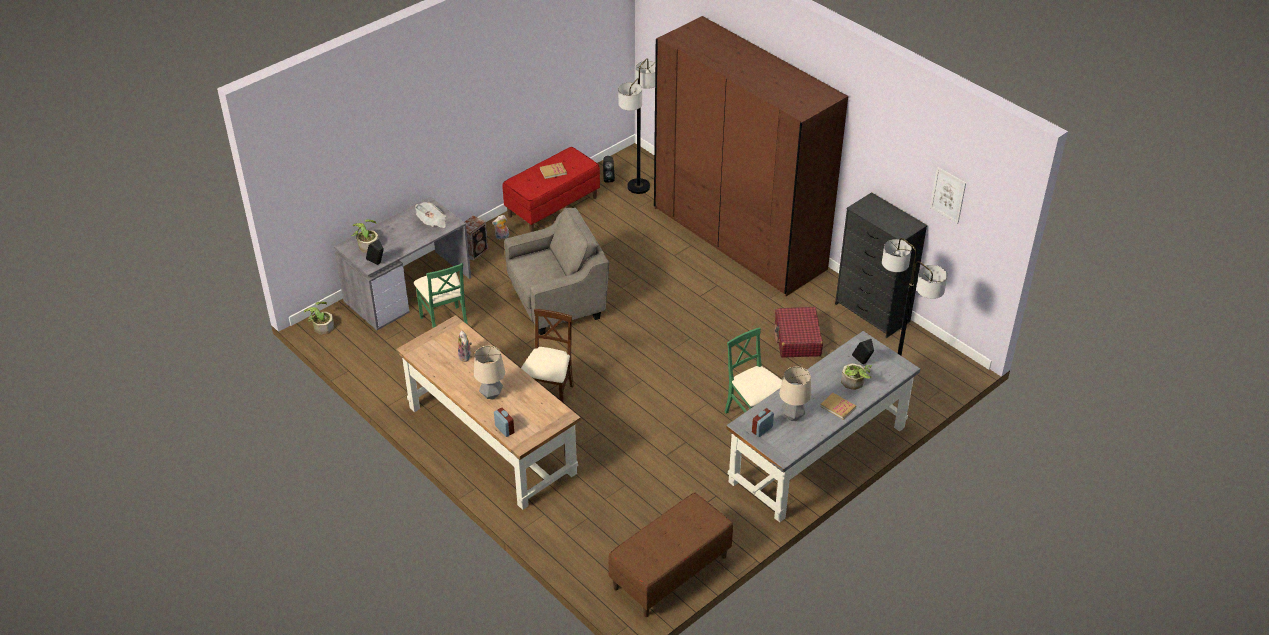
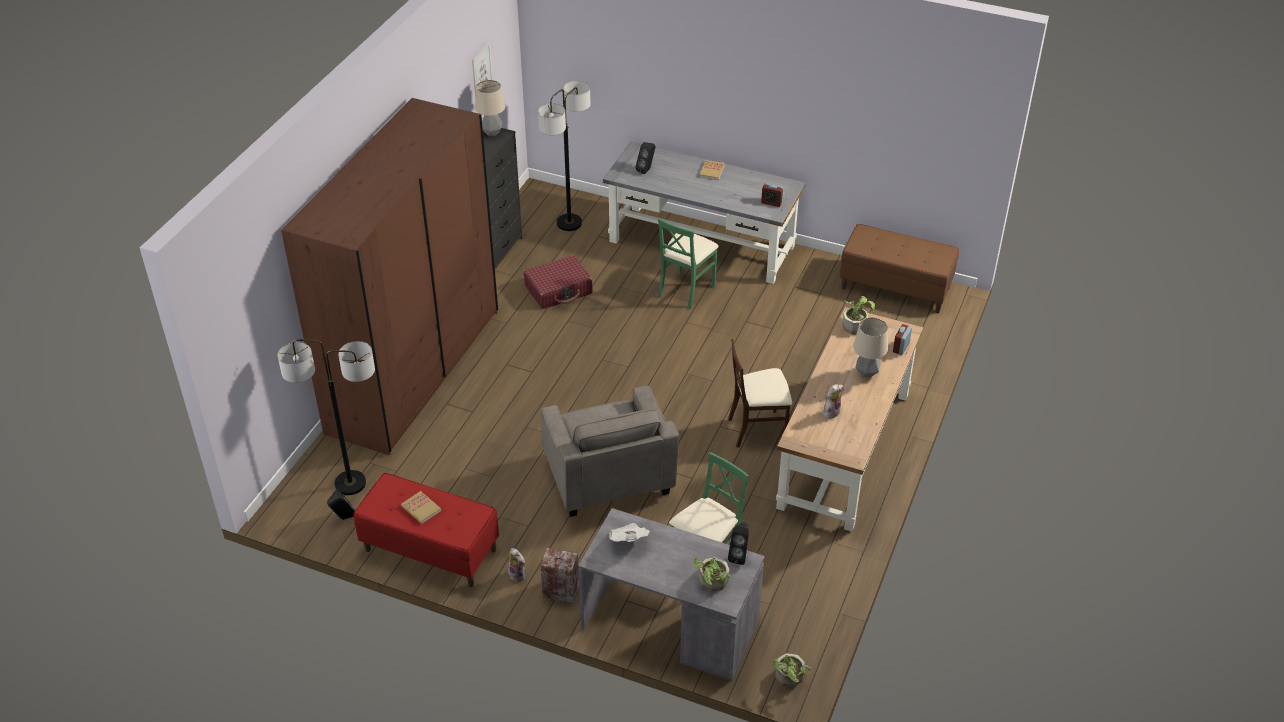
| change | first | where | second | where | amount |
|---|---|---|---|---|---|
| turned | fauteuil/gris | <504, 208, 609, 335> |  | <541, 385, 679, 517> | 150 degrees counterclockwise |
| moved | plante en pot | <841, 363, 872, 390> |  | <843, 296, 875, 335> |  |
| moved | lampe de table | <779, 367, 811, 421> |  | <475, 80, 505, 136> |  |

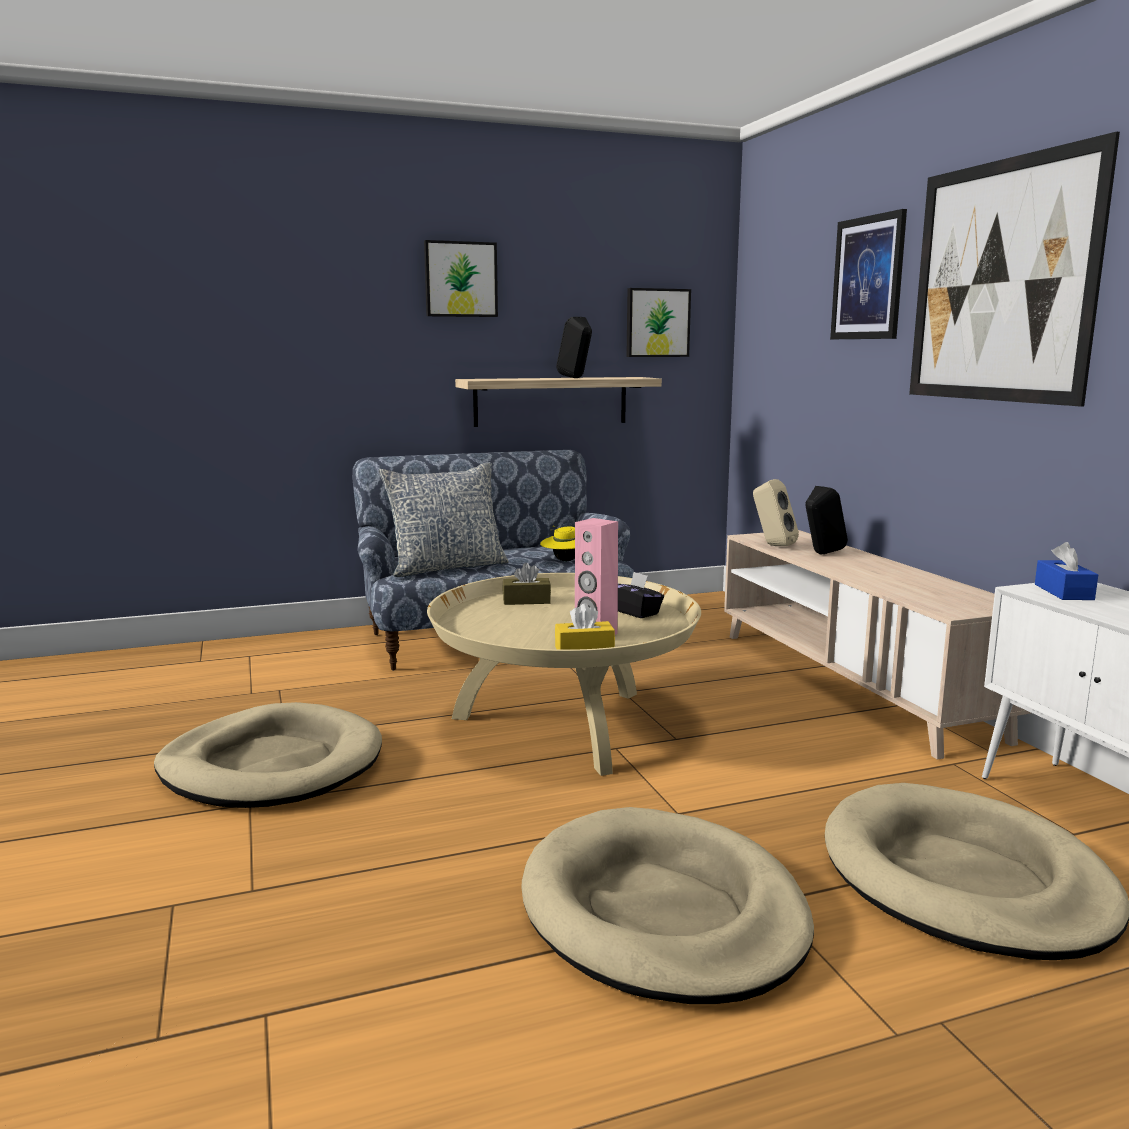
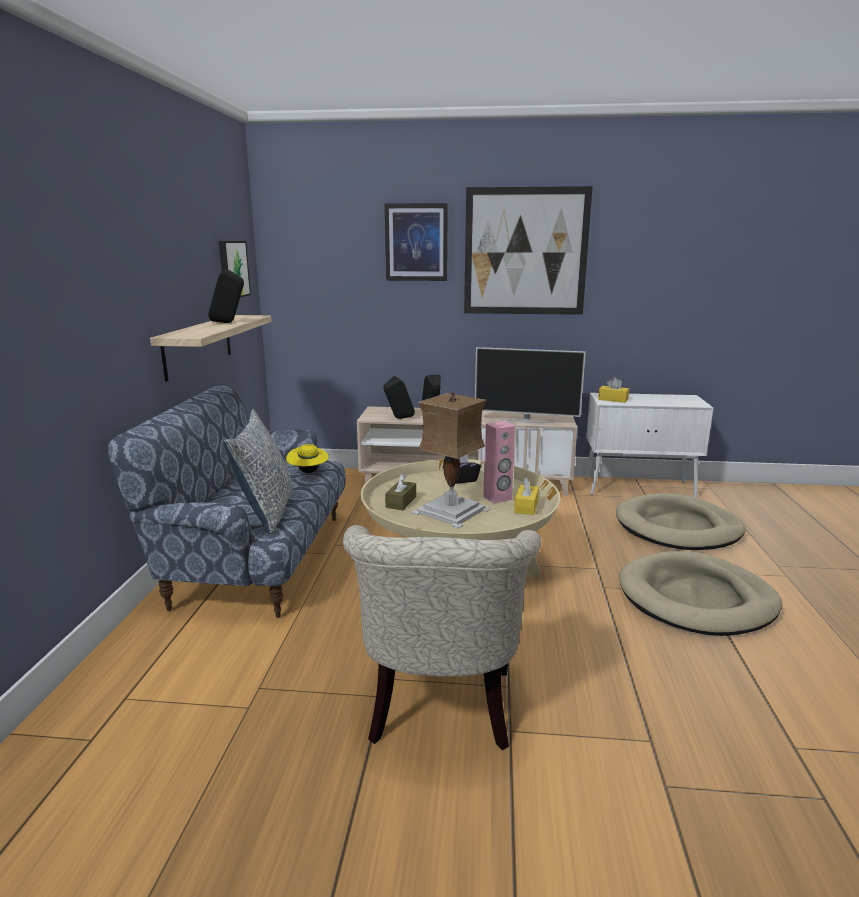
| change | first | where | second | where | amount |
|---|---|---|---|---|---|
| removed | tableau | <424, 240, 498, 317> |  |  |  |
| recoloured | enceinte/beige | <753, 479, 799, 546> | enceinte/noir | <384, 376, 415, 419> |  |
| recoloured | boîte à mouchoirs/bleu | <1035, 542, 1098, 600> | boîte à mouchoirs/jaune | <598, 377, 629, 403> |  |
| replaced | panier pour chien/beige | <154, 702, 382, 808> | fauteuil/beige | <343, 525, 541, 750> |  |
| added |  |  | téléviseur | <475, 347, 586, 423> |  |
| added |  |  | lampe de table | <411, 393, 491, 529> |  |

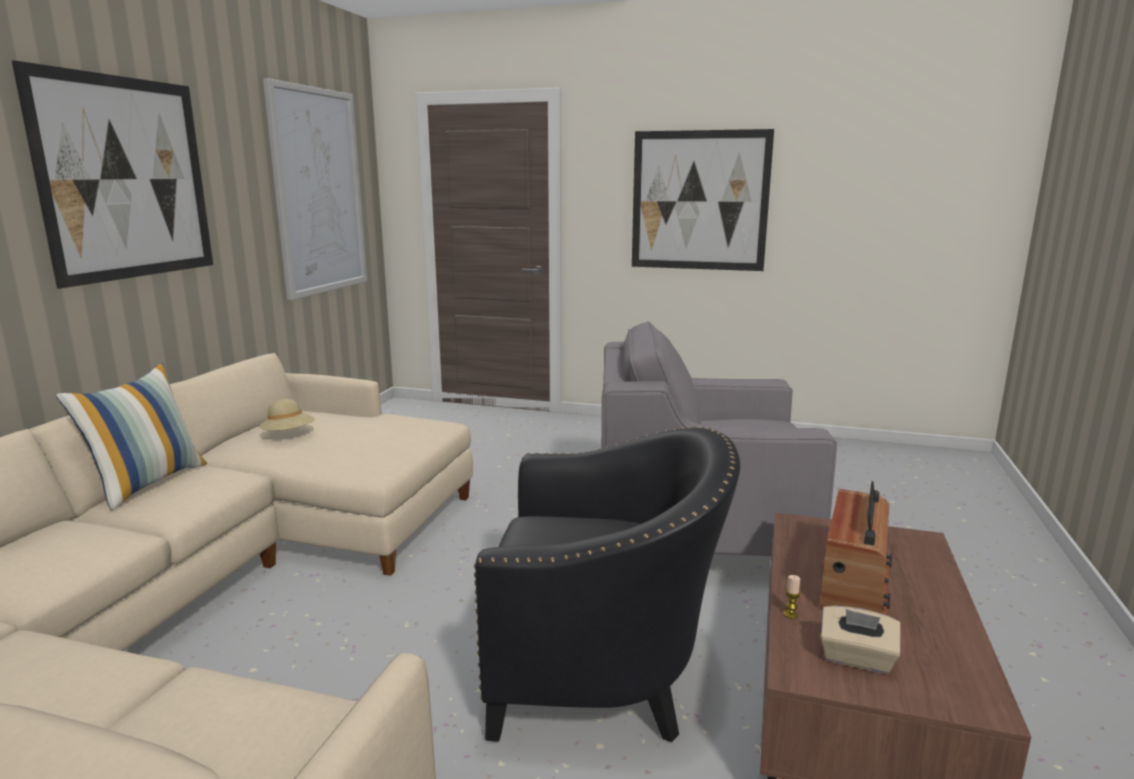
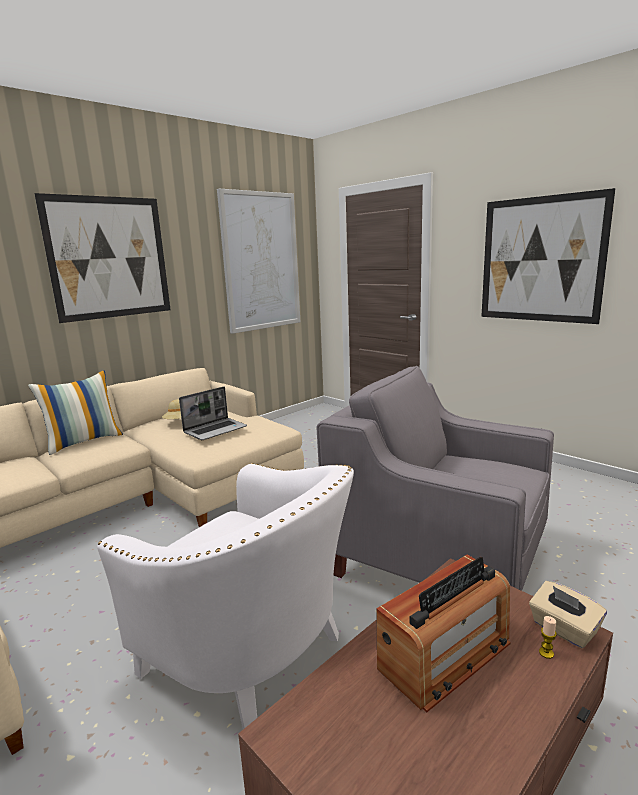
| change | first | where | second | where | amount |
|---|---|---|---|---|---|
| recoloured | fauteuil/noir | <474, 426, 740, 742> | fauteuil/blanc | <97, 463, 354, 729> |  |
| moved | bougie | <783, 575, 801, 619> |  | <539, 616, 557, 659> |  |
| moved | boîte à mouchoirs/beige | <821, 606, 900, 674> |  | <529, 581, 607, 649> |  |
| added |  |  | ordinateur portable | <179, 387, 247, 440> |  |

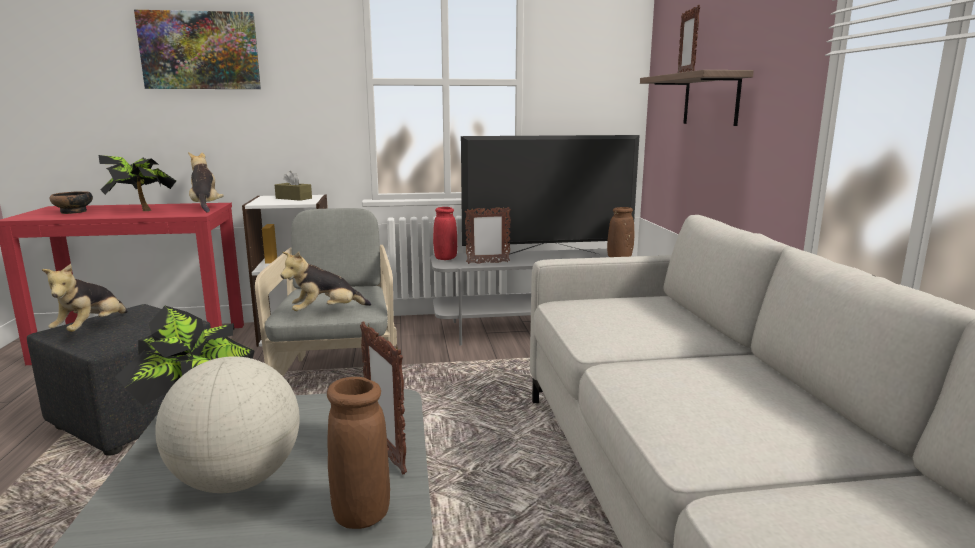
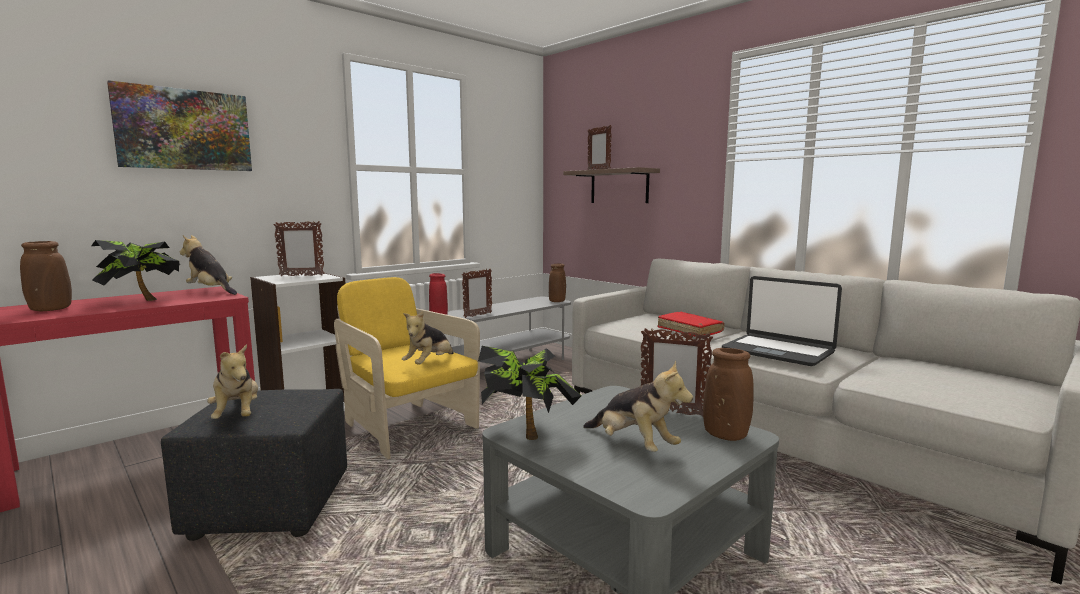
| change | first | where | second | where | amount |
|---|---|---|---|---|---|
| removed | téléviseur | <461, 135, 640, 255> |  |  |  |
| replaced | boîte à mouchoirs/marron | <275, 171, 312, 201> | cadre photo | <274, 221, 324, 276> |  |
| replaced | bol | <50, 191, 93, 214> | vase/marron | <20, 241, 72, 311> |  |
| recoloured | fauteuil/gris | <255, 208, 397, 377> | fauteuil/jaune | <334, 277, 480, 459> |  |
| replaced | globe | <155, 356, 300, 493> | peluche | <583, 360, 693, 452> |  |
| added |  |  | ordinateur portable | <722, 276, 842, 366> |  |
| added |  |  | livre/rouge | <657, 312, 725, 337> |  |

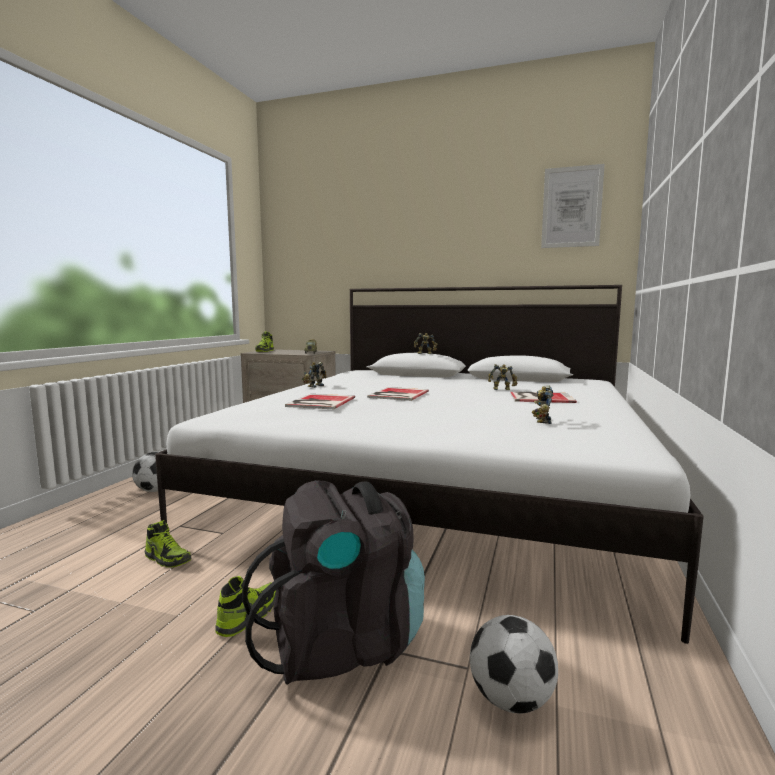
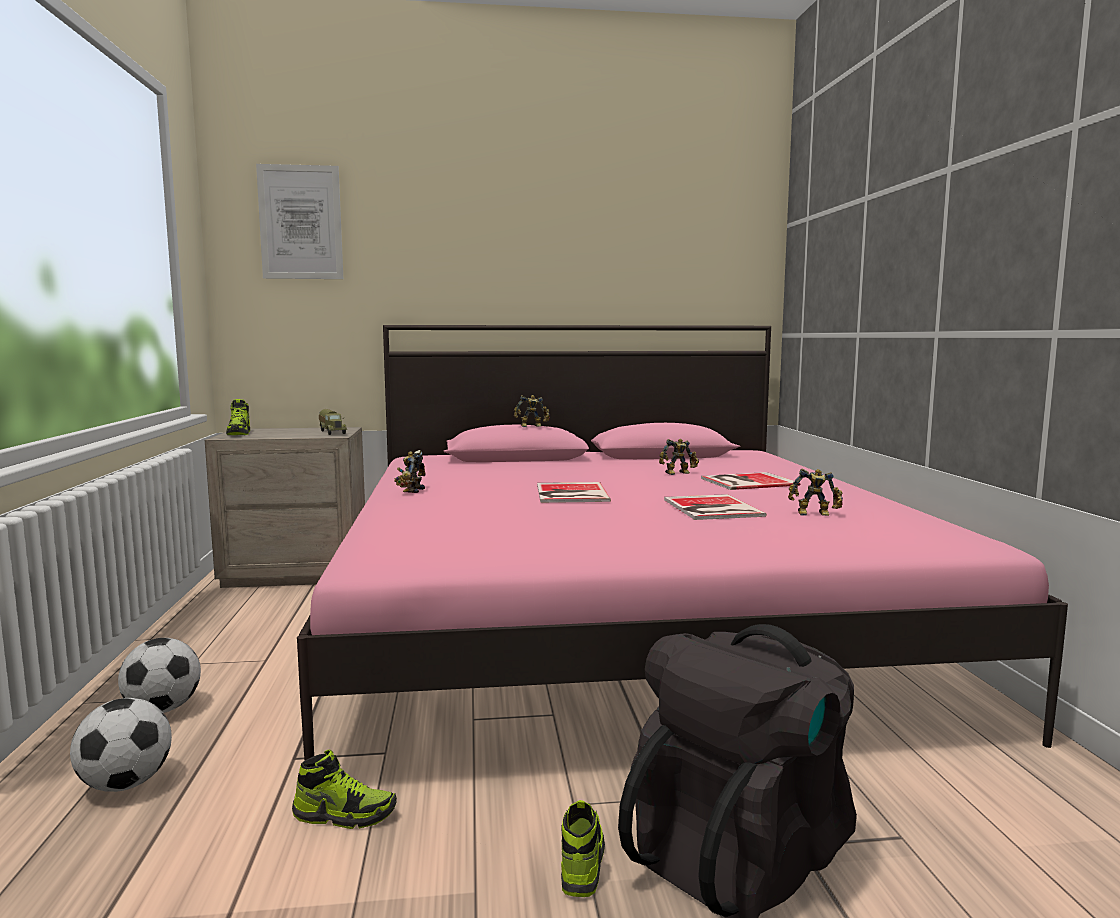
| change | first | where | second | where | amount |
|---|---|---|---|---|---|
| moved | tableau | <541, 164, 605, 248> |  | <256, 164, 343, 279> |  |
| recoloured | lit/blanc | <155, 285, 704, 644> | lit/rose | <297, 325, 1068, 761> |  |
| turned | robot jouet | <532, 385, 554, 424> |  | <788, 468, 843, 516> | 75 degrees counterclockwise |
| moved | livre | <285, 394, 355, 409> |  | <664, 494, 767, 520> |  |
| moved | ballon de foot | <470, 615, 558, 714> |  | <70, 698, 172, 792> |  |

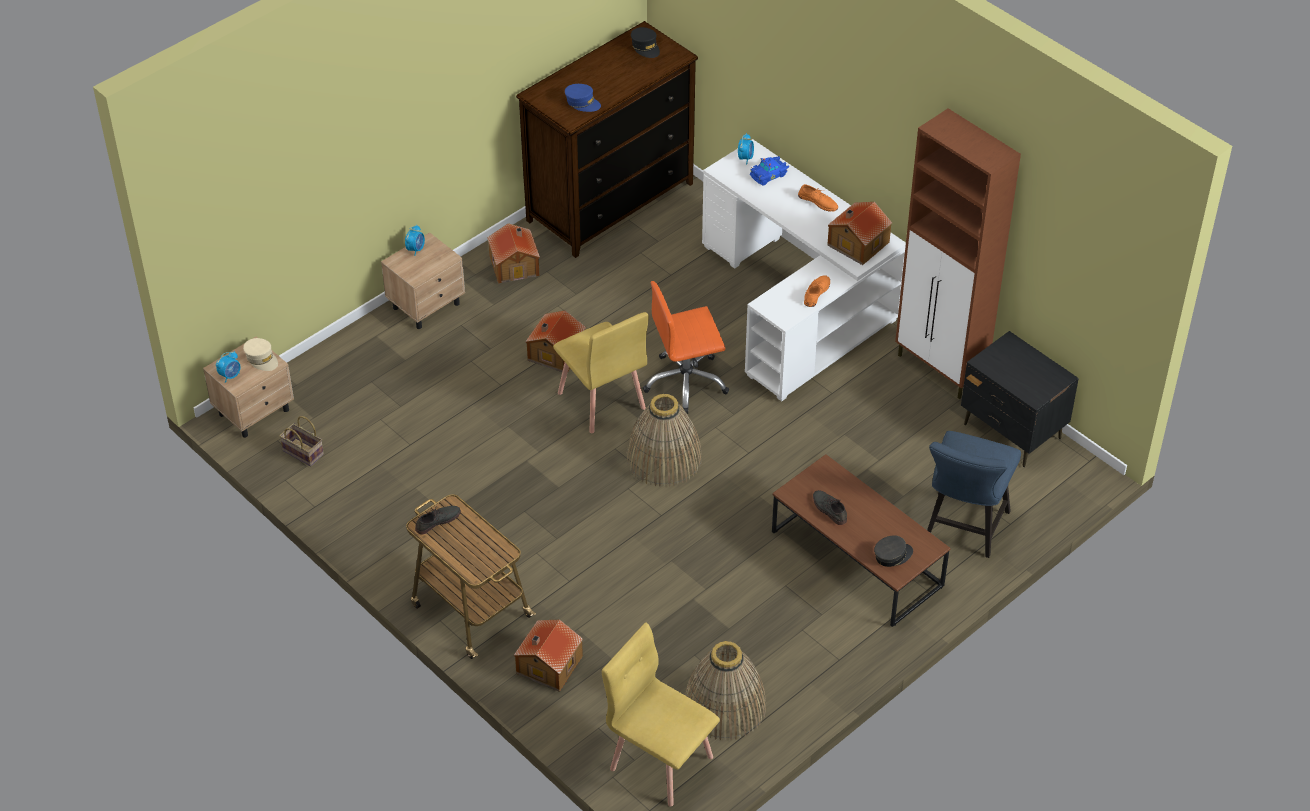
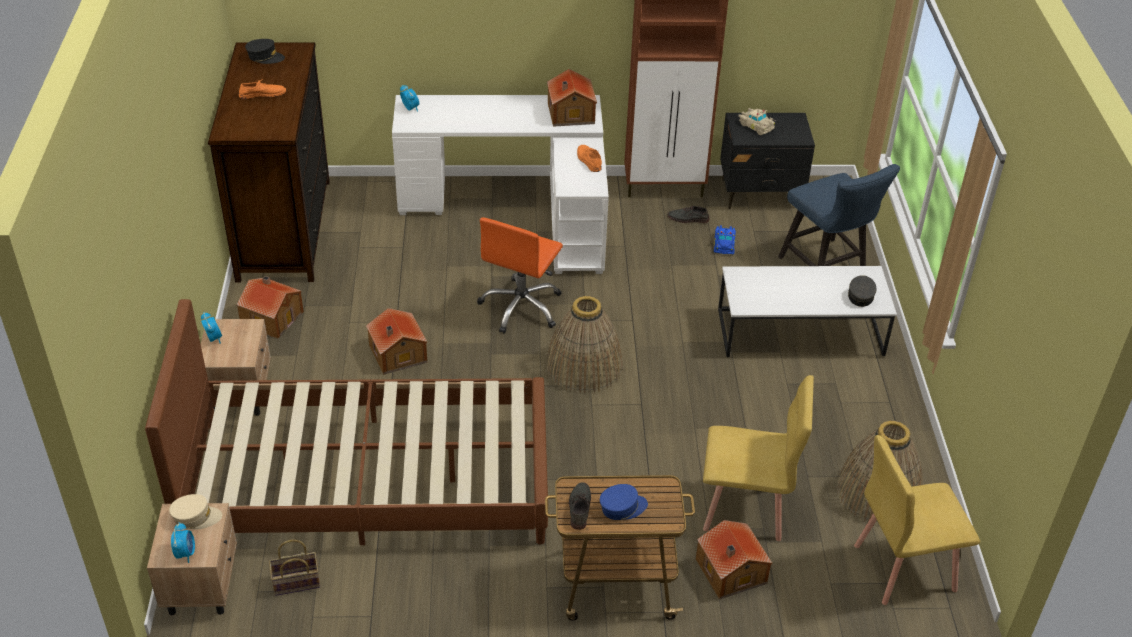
| change | first | where | second | where | amount |
|---|---|---|---|---|---|
| moved | casquette/bleu | <565, 84, 601, 112> |  | <600, 484, 648, 520> |  |
| moved | petite voiture/bleu | <750, 156, 789, 186> |  | <714, 225, 736, 254> |  |
| moved | chaussure/orange | <798, 184, 838, 212> |  | <239, 79, 286, 99> |  |
| moved | chaise/jaune | <553, 312, 649, 433> |  | <703, 375, 814, 541> |  |
| recoloured | table basse/marron | <772, 454, 951, 627> | table basse/blanc | <718, 266, 897, 357> |  |
| moved | chaussure/gris | <813, 490, 847, 525> |  | <668, 205, 709, 223> |  |
| added |  |  | petite voiture/beige | <738, 108, 775, 135> |  |
| added |  |  | lit/marron | <145, 299, 548, 545> |  |

